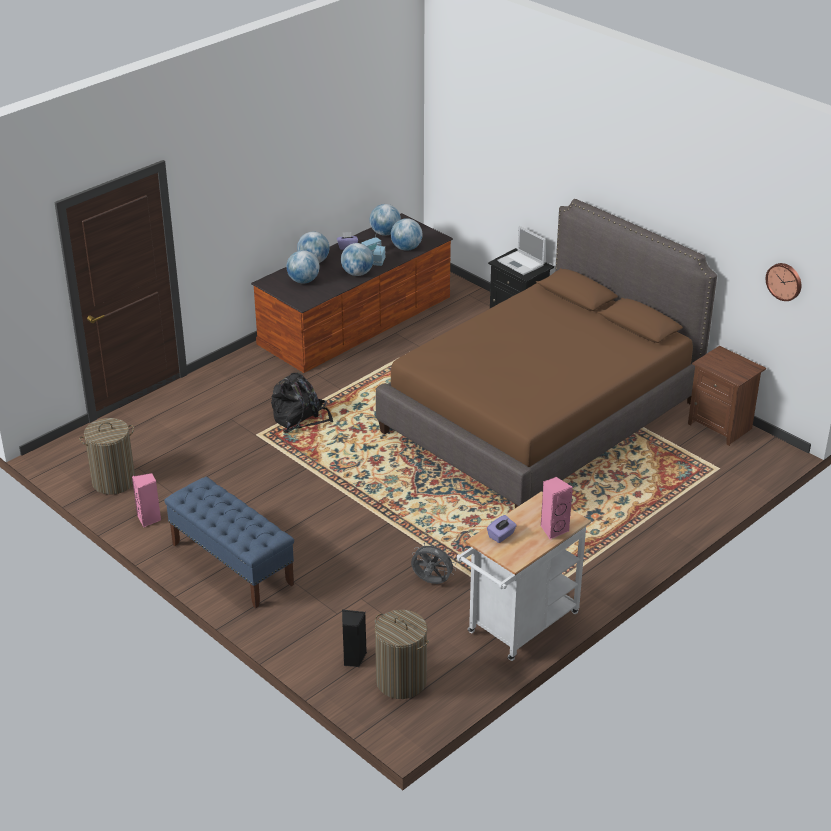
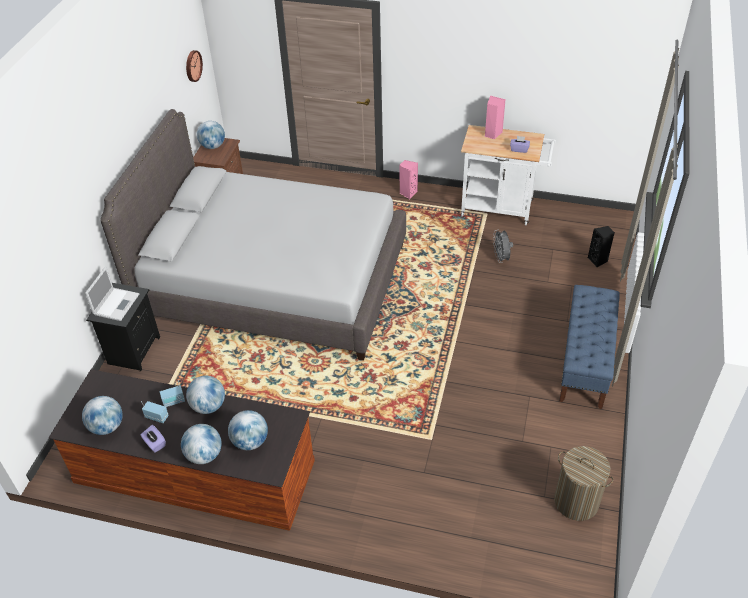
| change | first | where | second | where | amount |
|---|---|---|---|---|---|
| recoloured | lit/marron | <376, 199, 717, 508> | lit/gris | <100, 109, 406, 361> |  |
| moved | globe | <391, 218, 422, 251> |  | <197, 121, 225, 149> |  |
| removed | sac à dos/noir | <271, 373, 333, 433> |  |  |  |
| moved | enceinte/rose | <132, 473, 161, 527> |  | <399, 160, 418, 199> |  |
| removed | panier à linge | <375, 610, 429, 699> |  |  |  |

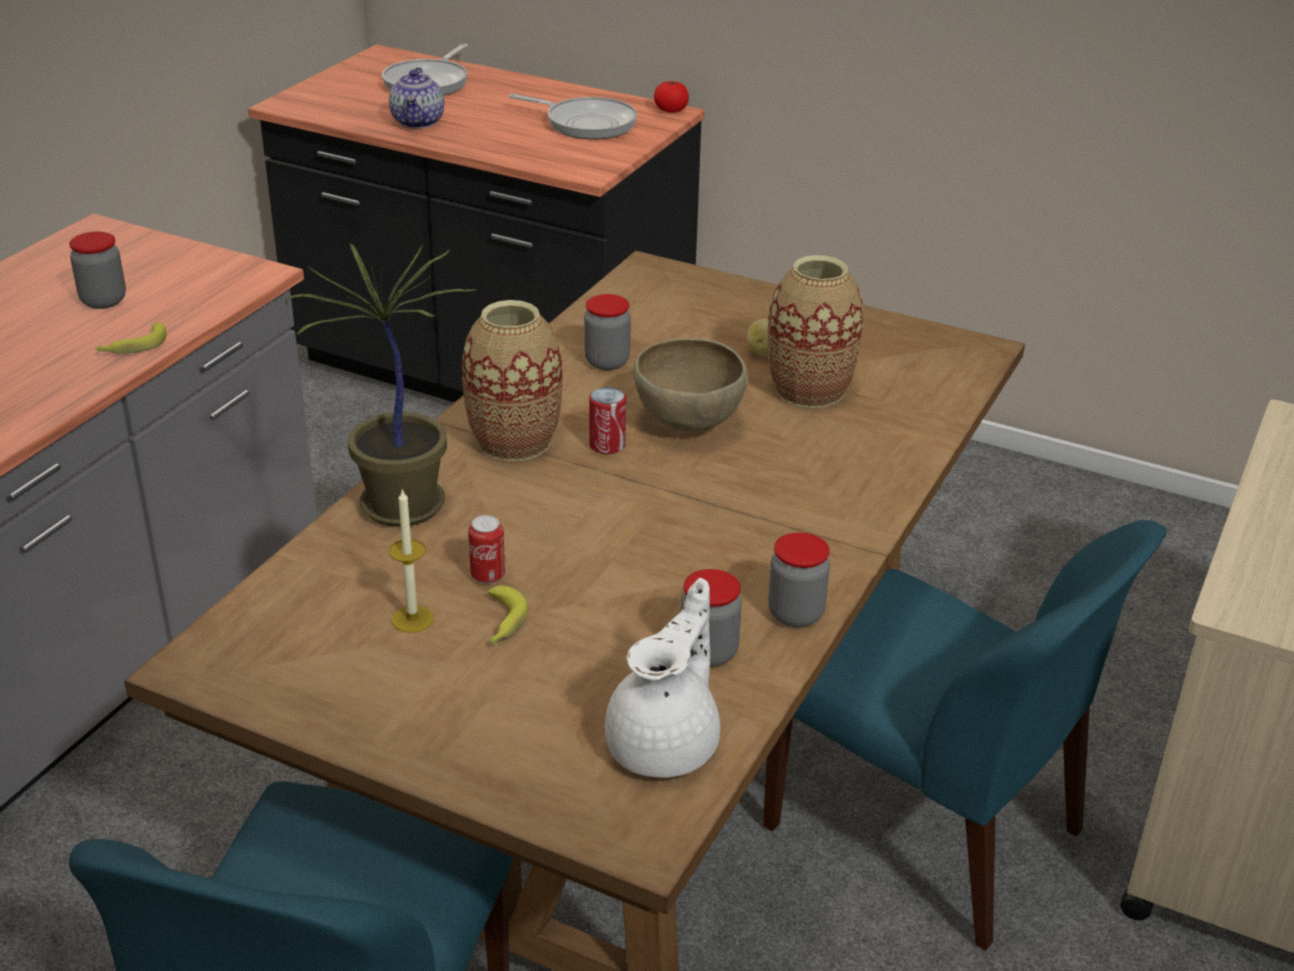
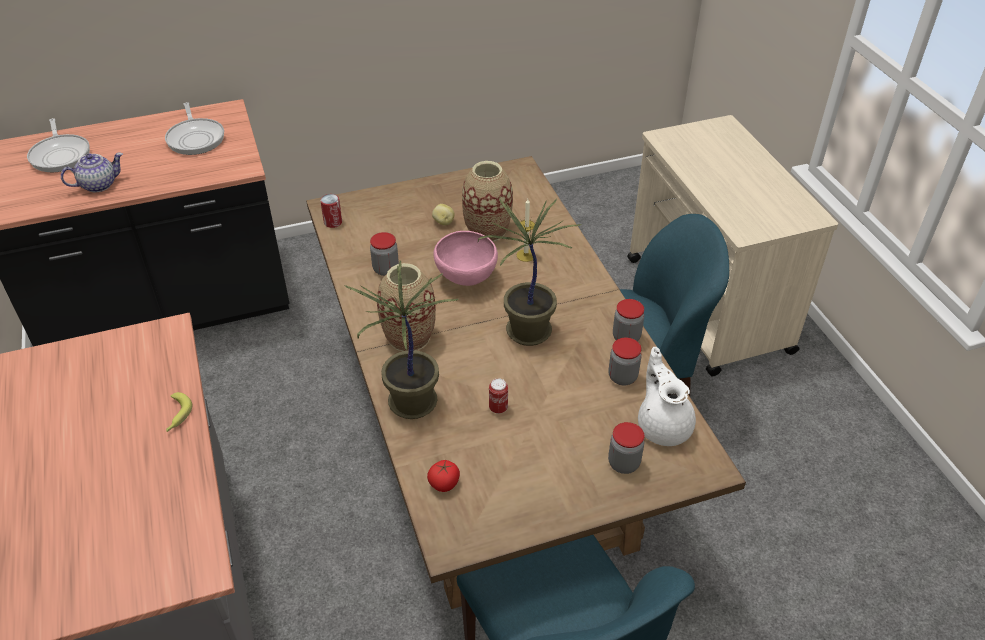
| change | first | where | second | where | amount |
|---|---|---|---|---|---|
| turned | théière | <389, 67, 444, 128> |  | <61, 152, 123, 192> | 75 degrees counterclockwise |
| moved | tomate | <654, 81, 689, 113> |  | <427, 460, 460, 492> |  |
| turned | poêle | <509, 94, 637, 139> |  | <165, 102, 224, 155> | 90 degrees clockwise |
| moved | bocal | <69, 231, 126, 309> |  | <608, 422, 644, 474> |  |
| recoloured | bol/marron | <633, 338, 749, 431> | bol/rose | <433, 231, 498, 286> |  |
| moved | boîte métallique | <589, 387, 626, 454> |  | <320, 194, 342, 228> |  |
| moved | bougie | <389, 489, 434, 633> |  | <517, 199, 535, 262> |  |
| removed | banane | <488, 586, 528, 644> |  |  |  |
| added |  |  | plante en pot | <478, 199, 582, 346> |  |

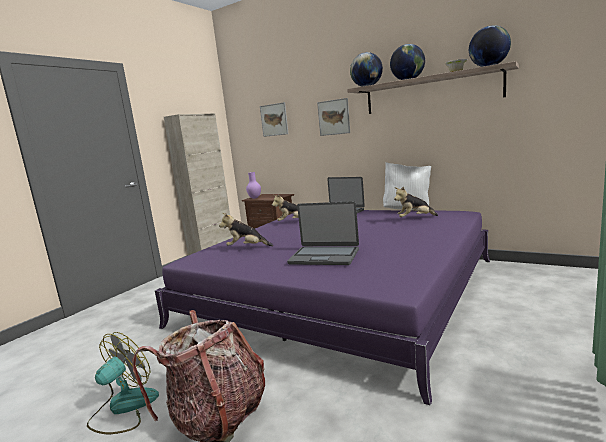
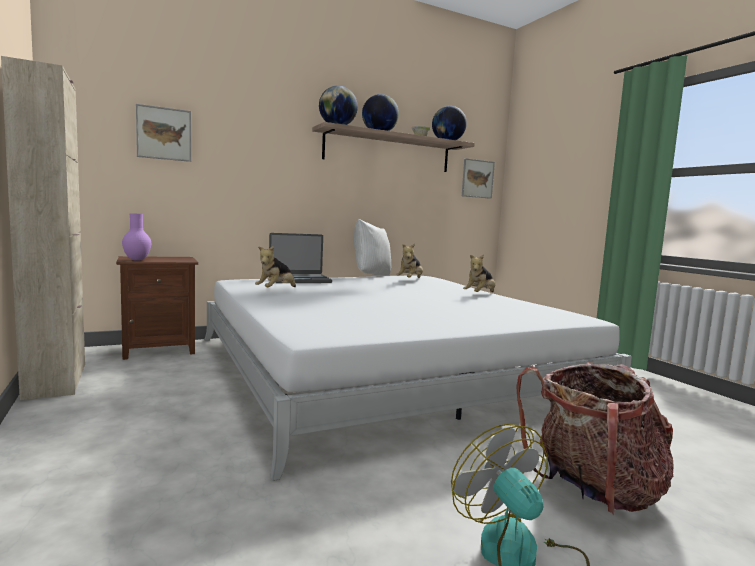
| change | first | where | second | where | amount |
|---|---|---|---|---|---|
| moved | tableau | <317, 98, 350, 136> |  | <462, 158, 495, 199> |  |
| removed | ordinateur portable | <287, 201, 359, 265> |  |  |  |
| recoloured | lit/violet | <155, 210, 490, 405> | lit/blanc | <204, 275, 632, 481> |  |
| moved | peluche | <219, 213, 273, 246> |  | <463, 254, 495, 292> |  |

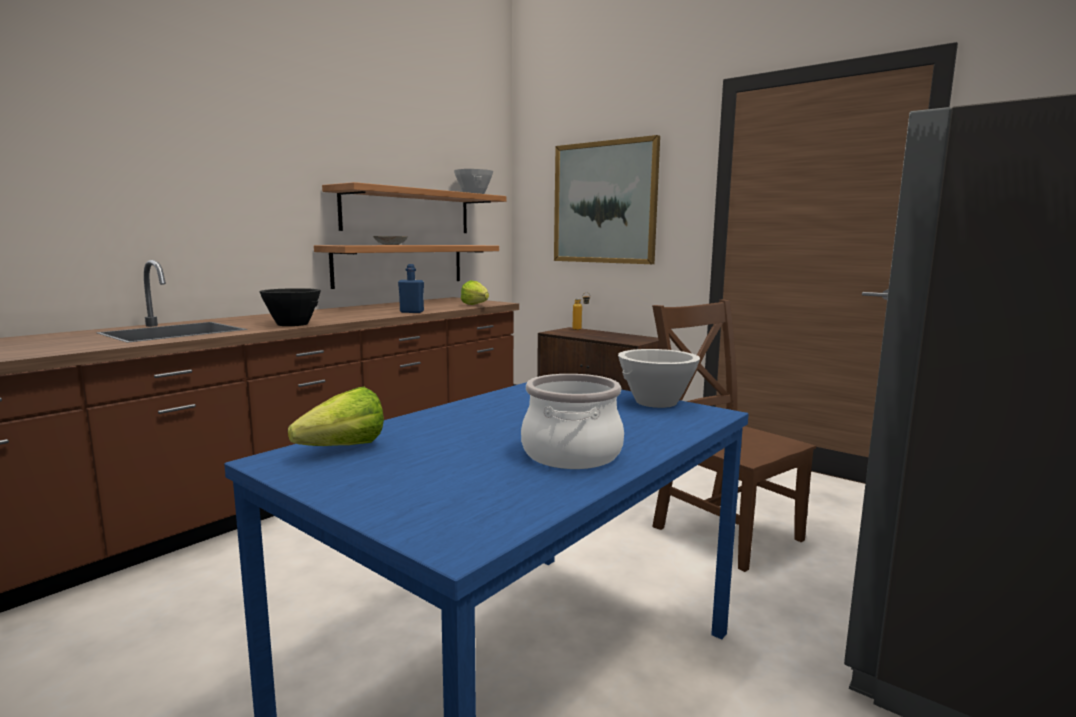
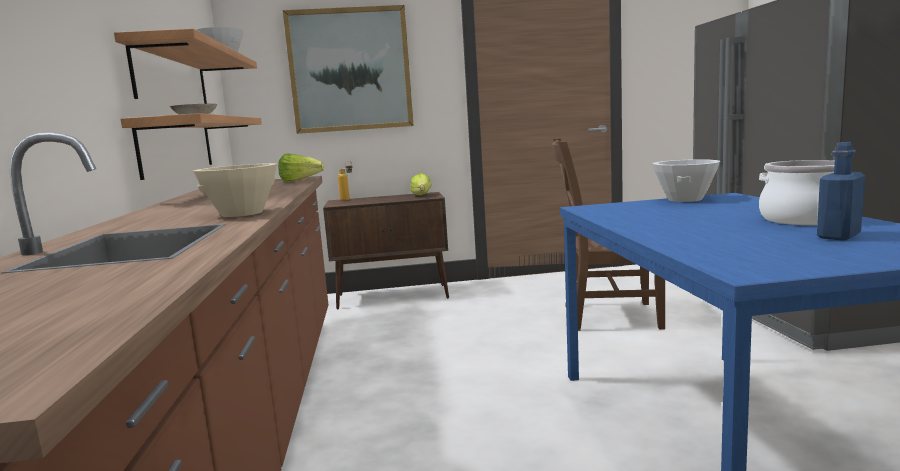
| change | first | where | second | where | amount |
|---|---|---|---|---|---|
| moved | bouteille/bleu | <398, 264, 424, 313> |  | <817, 142, 865, 241> |  |
| recoloured | bol/noir | <259, 288, 321, 326> | bol/beige | <193, 163, 277, 217> |  |
| moved | laitue | <288, 387, 384, 446> |  | <411, 173, 432, 195> |  |

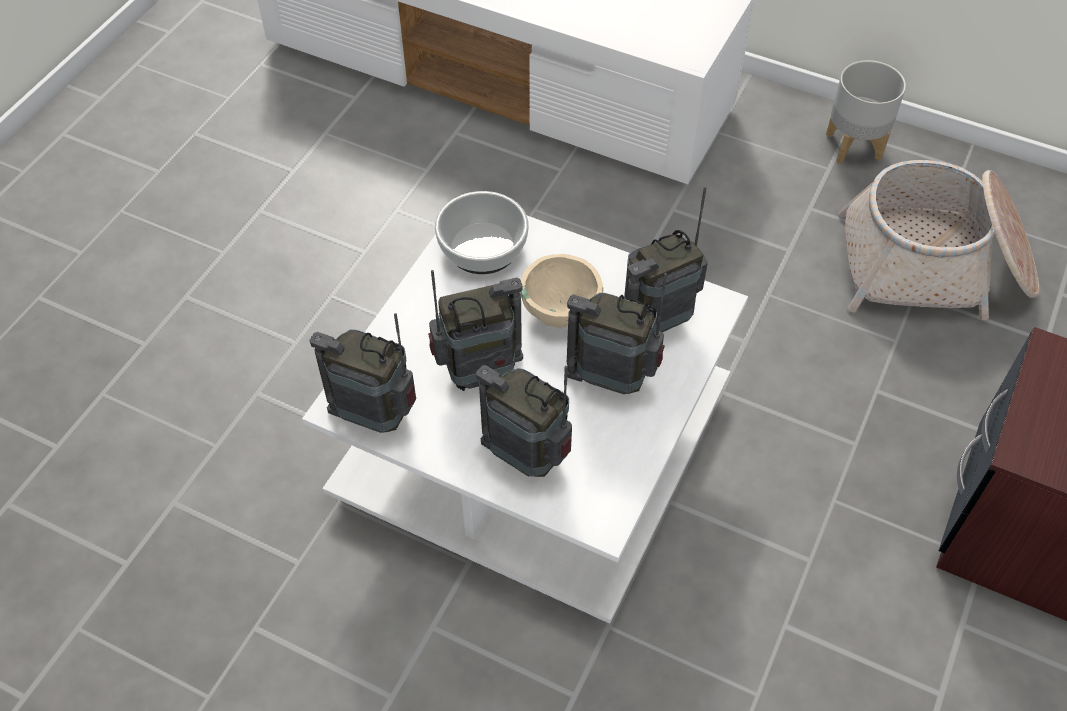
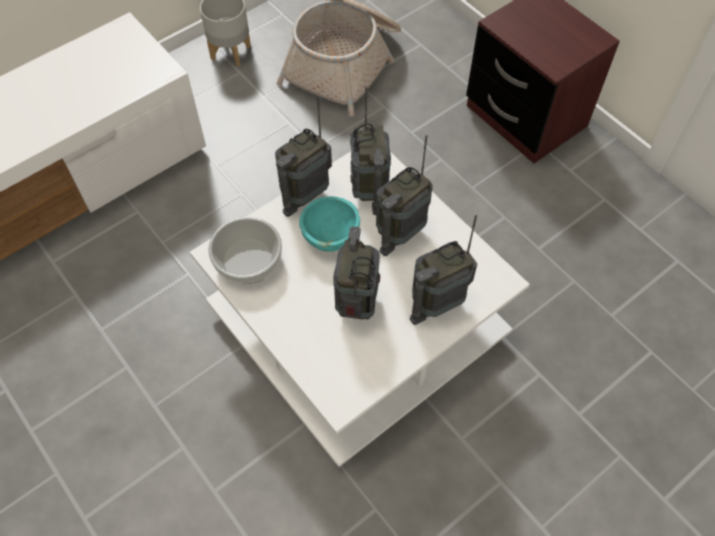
| change | first | where | second | where | amount |
|---|---|---|---|---|---|
| recoloured | bol/beige | <520, 254, 603, 328> | bol/turquoise | <299, 196, 360, 252> |  |
| moved | radio | <309, 313, 416, 433> |  | <275, 96, 332, 217> |  |

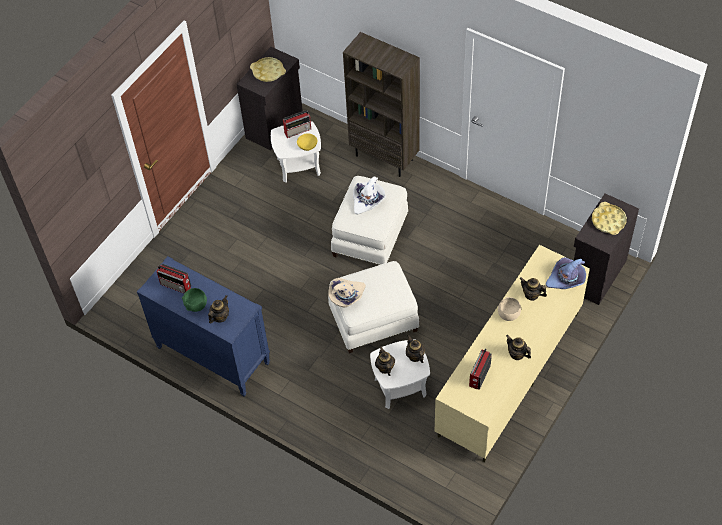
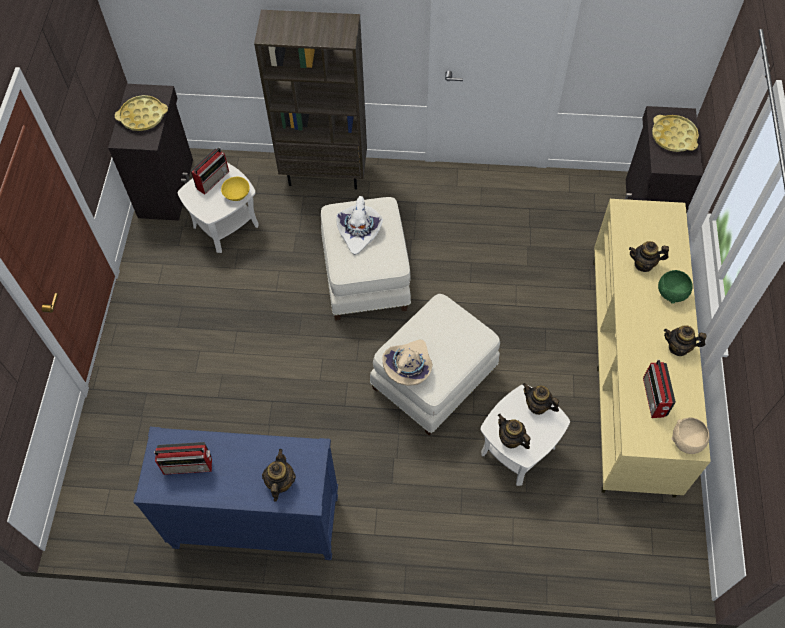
| change | first | where | second | where | amount |
|---|---|---|---|---|---|
| removed | chapeau/violet | <546, 257, 586, 289> |  |  |  |
| moved | bol/vert | <182, 288, 207, 312> |  | <658, 270, 692, 304> |  |
| moved | bol/beige | <498, 297, 521, 321> |  | <671, 418, 710, 454> |  |

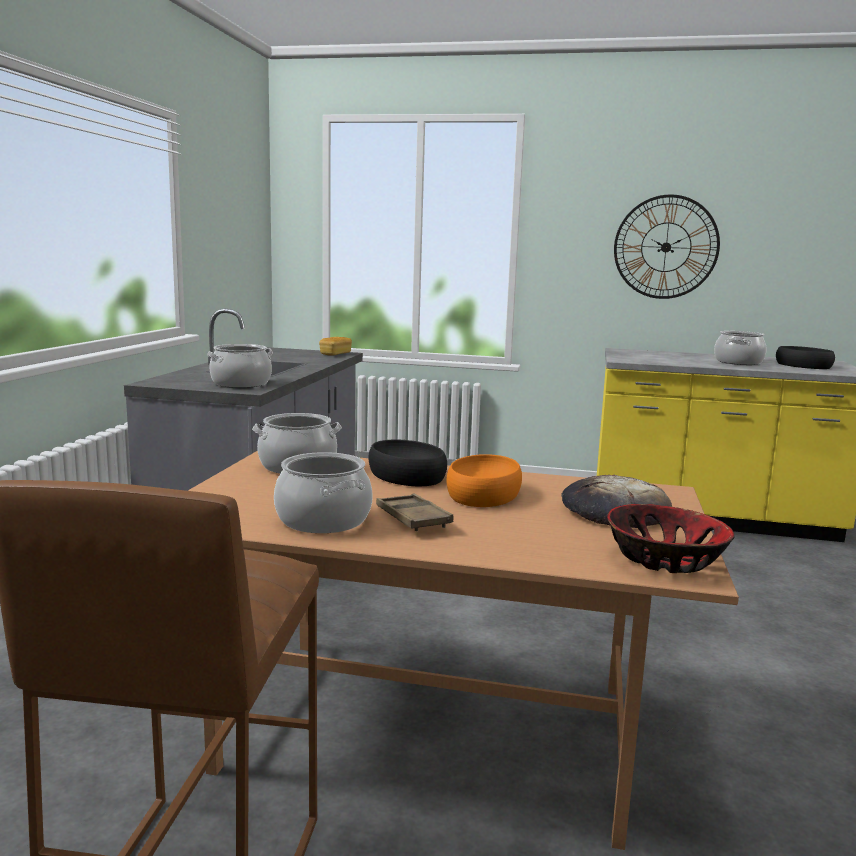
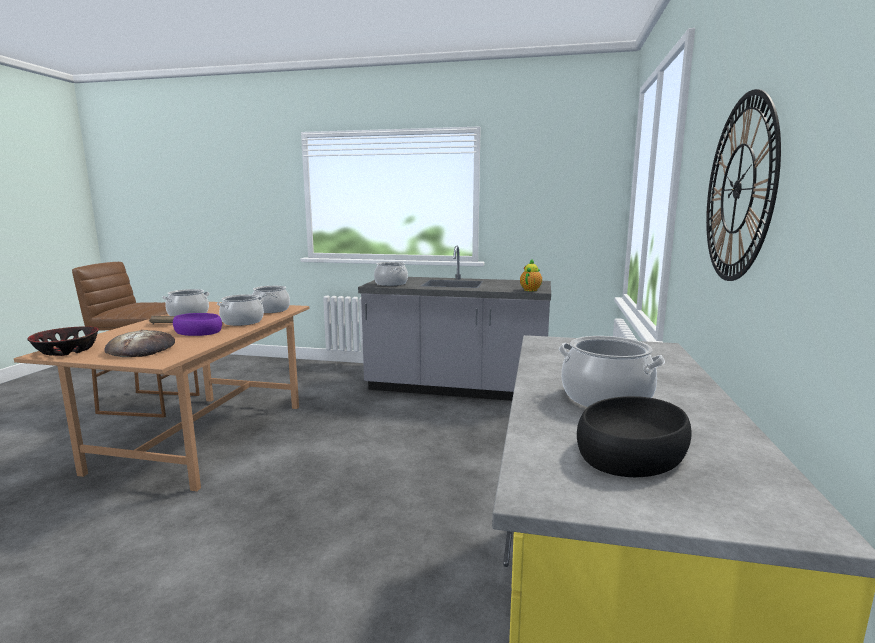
| change | first | where | second | where | amount |
|---|---|---|---|---|---|
| replaced | pain | <319, 337, 352, 356> | théière | <520, 260, 542, 291> |  |
| replaced | bol/noir | <368, 440, 447, 486> | marmite | <217, 294, 264, 326> |  |
| recoloured | bol/orange | <447, 454, 522, 507> | bol/violet | <173, 313, 222, 336> |  |

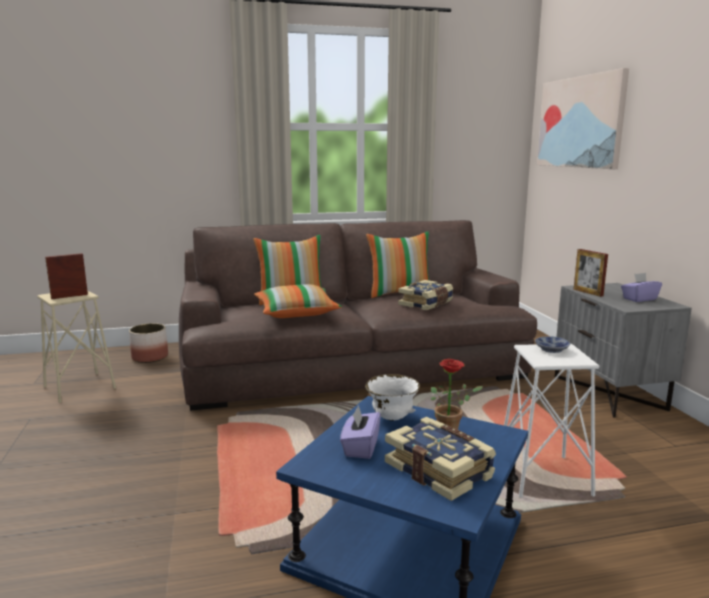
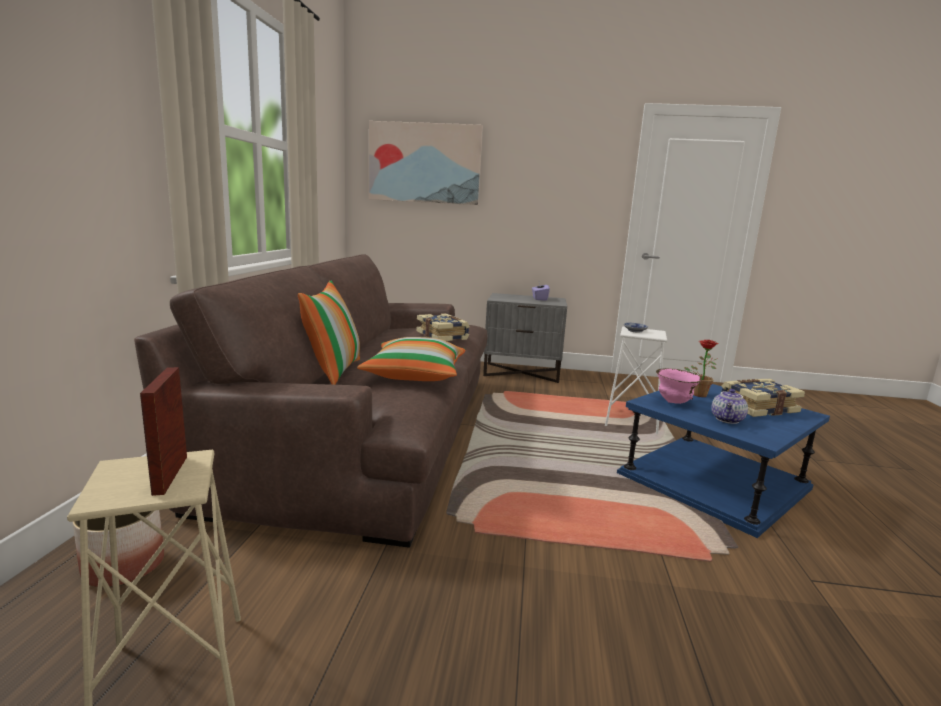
| change | first | where | second | where | amount |
|---|---|---|---|---|---|
| removed | coussin | <366, 232, 429, 298> |  |  |  |
| removed | cadre photo | <574, 249, 608, 297> |  |  |  |
| recoloured | bol/blanc | <365, 374, 420, 421> | bol/rose | <656, 368, 702, 404> |  |
| replaced | boîte à mouchoirs/violet | <340, 405, 381, 459> | théière | <711, 389, 748, 424> |  |

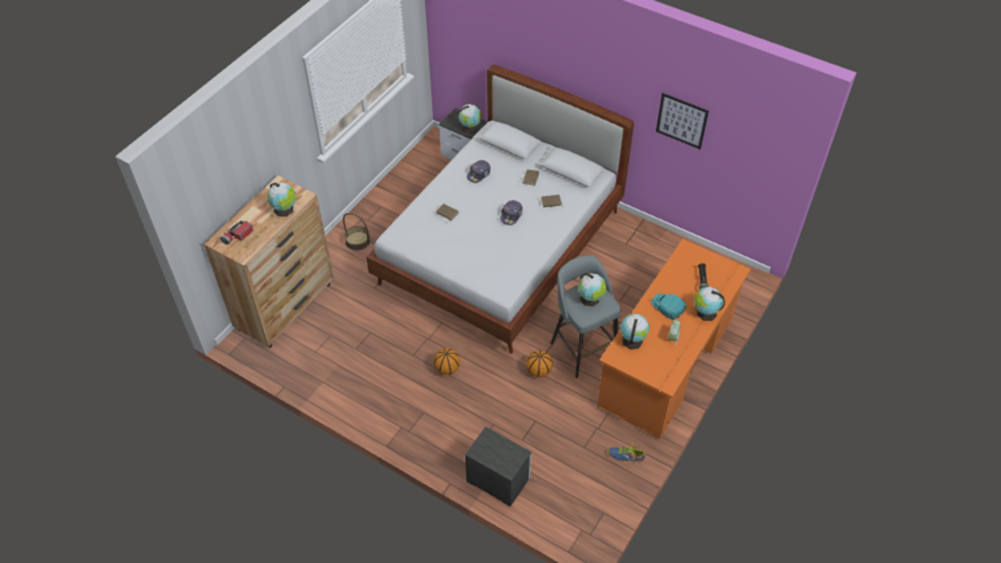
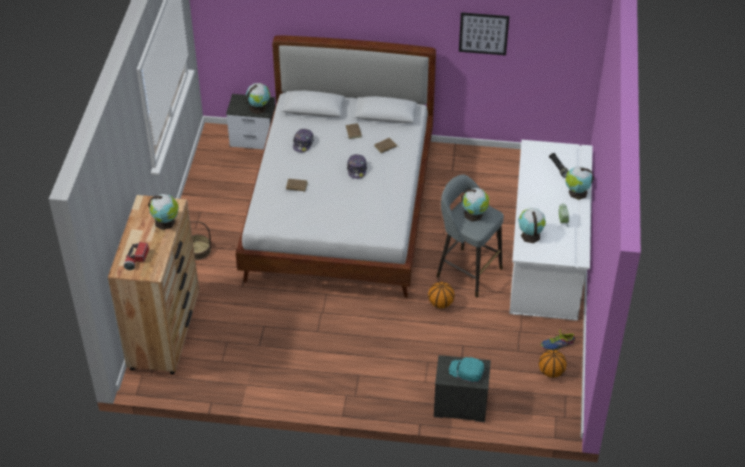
| change | first | where | second | where | amount |
|---|---|---|---|---|---|
| recoloured | bureau/orange | <597, 239, 751, 439> | bureau/blanc | <509, 140, 593, 321> |  |
| moved | casquette/turquoise | <651, 293, 686, 320> |  | <448, 357, 484, 383> |  |
| moved | ballon de basket | <433, 348, 460, 375> |  | <539, 350, 567, 378> |  |

